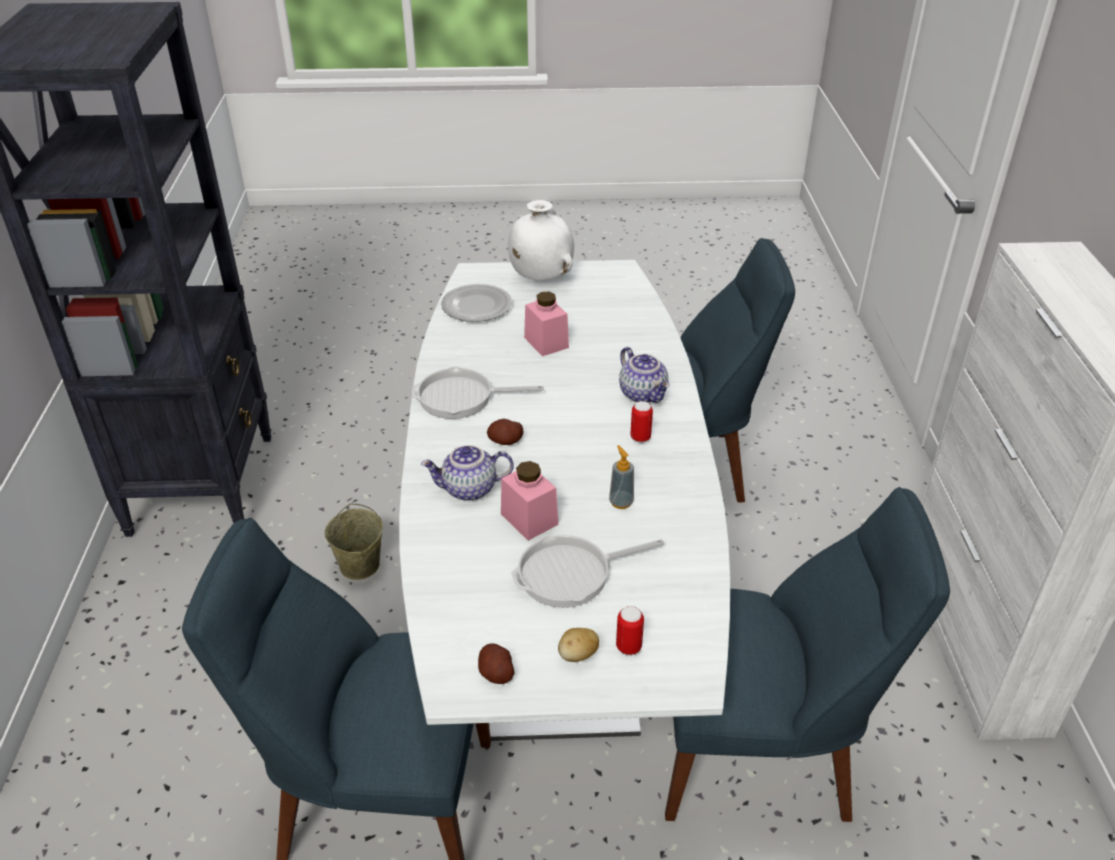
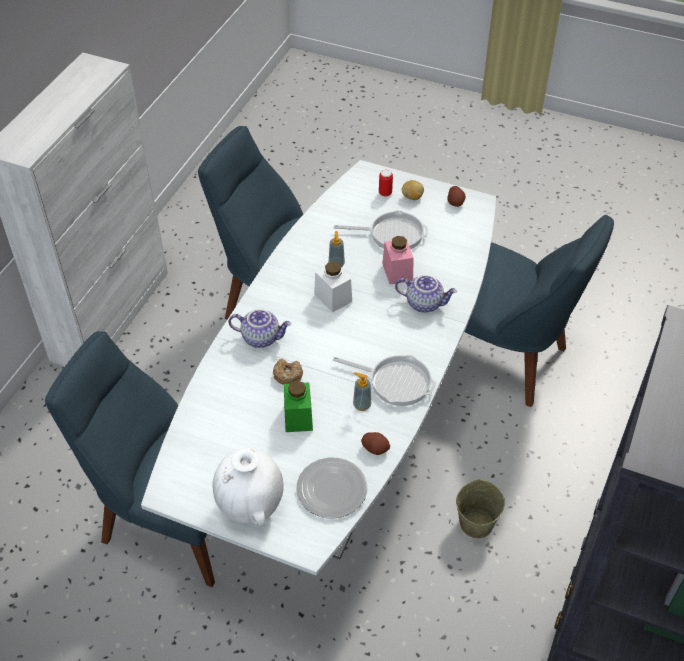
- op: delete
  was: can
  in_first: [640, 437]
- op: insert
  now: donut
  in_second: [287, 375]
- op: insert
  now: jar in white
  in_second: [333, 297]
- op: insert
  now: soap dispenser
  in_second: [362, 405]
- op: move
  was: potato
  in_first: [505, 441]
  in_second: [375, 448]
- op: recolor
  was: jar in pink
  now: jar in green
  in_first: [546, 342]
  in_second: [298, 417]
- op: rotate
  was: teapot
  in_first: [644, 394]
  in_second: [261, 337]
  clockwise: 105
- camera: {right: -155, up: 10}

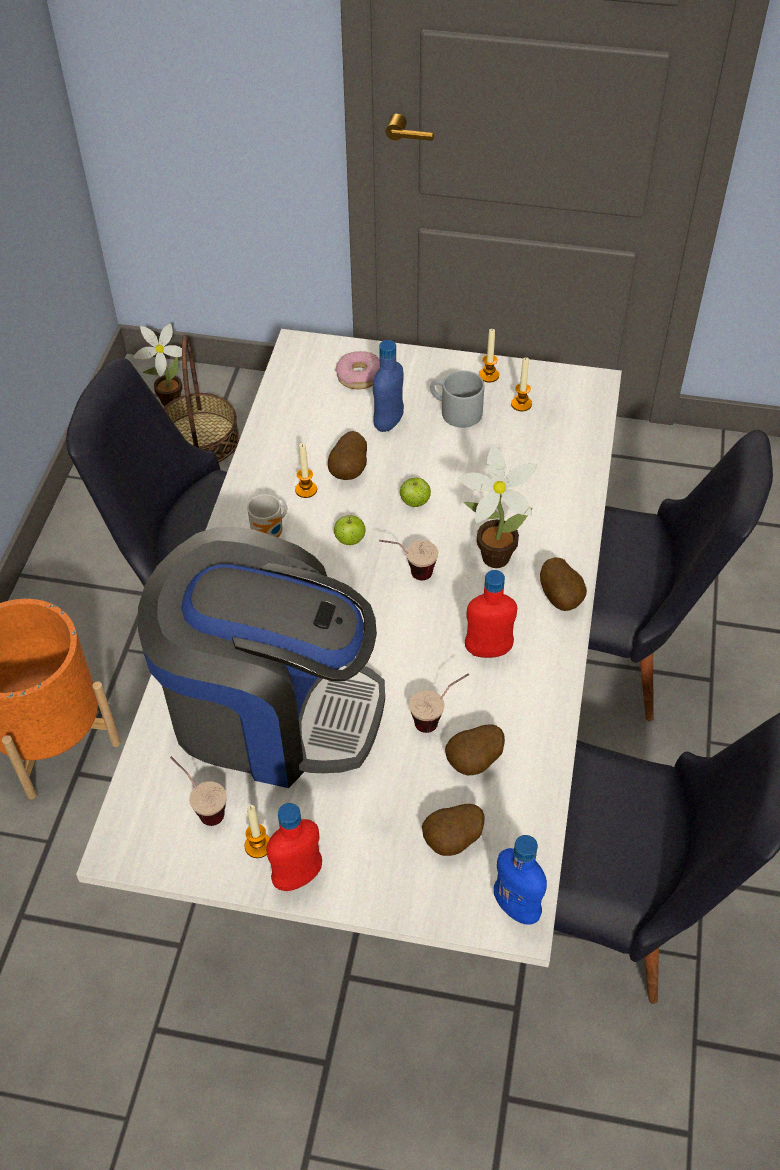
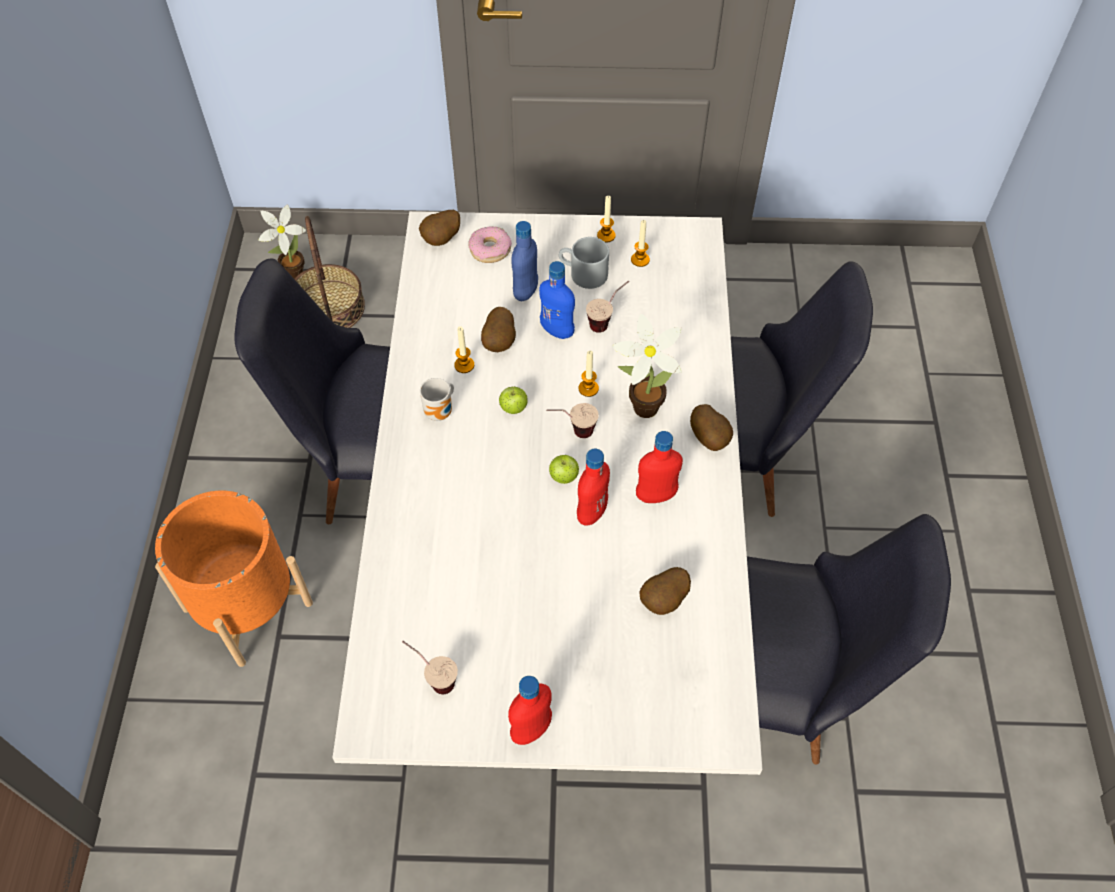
- op: delete
  was: coffee machine
  in_first: [270, 709]
- op: insert
  now: bottle in red
  in_second: [592, 512]
- op: move
  was: candle
  in_first: [258, 846]
  in_second: [588, 388]
- op: move
  was: apple
  in_first: [415, 502]
  in_second: [564, 477]
- op: move
  was: cup
  in_first: [439, 718]
  in_second: [607, 321]
- op: move
  was: potato
  in_first: [453, 842]
  in_second: [442, 240]
- op: move
  was: bottle in blue
  in_first: [516, 907]
  in_second: [557, 330]
- camera: {right: -10, up: 5}

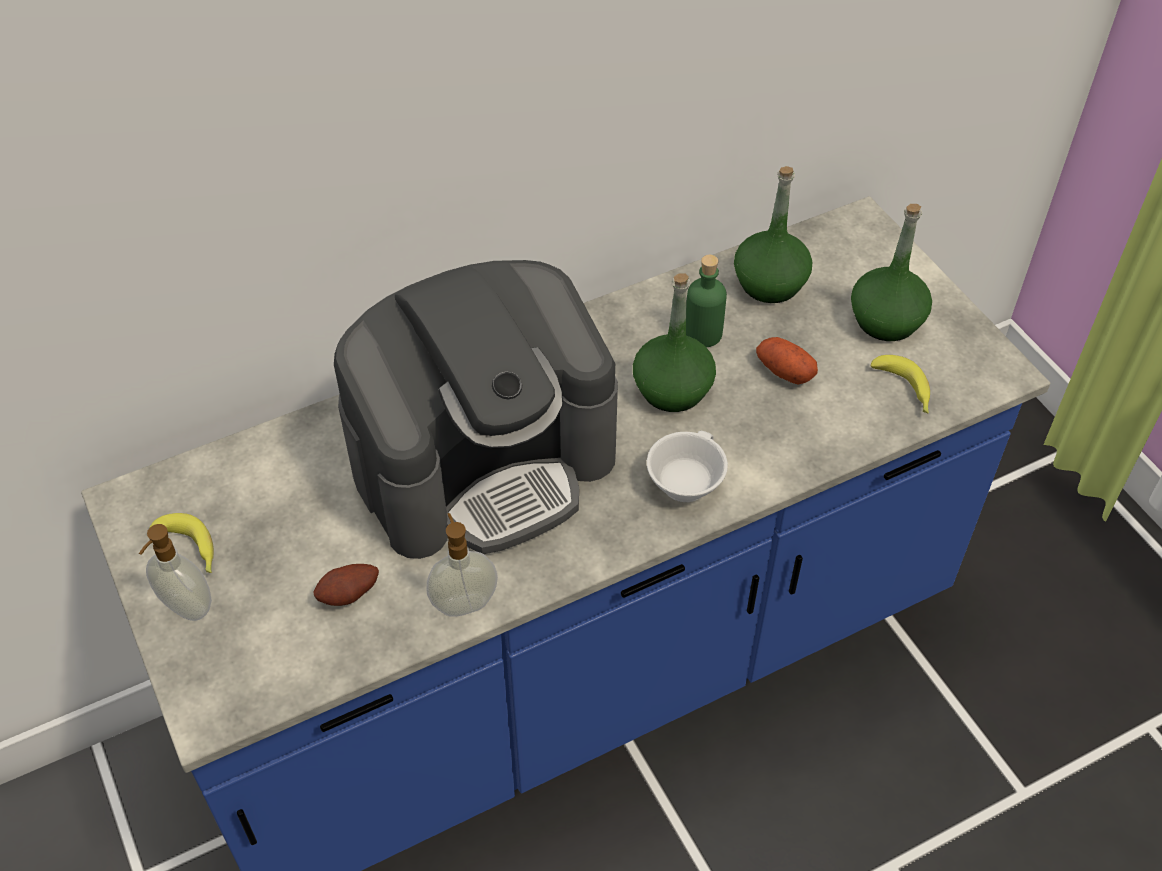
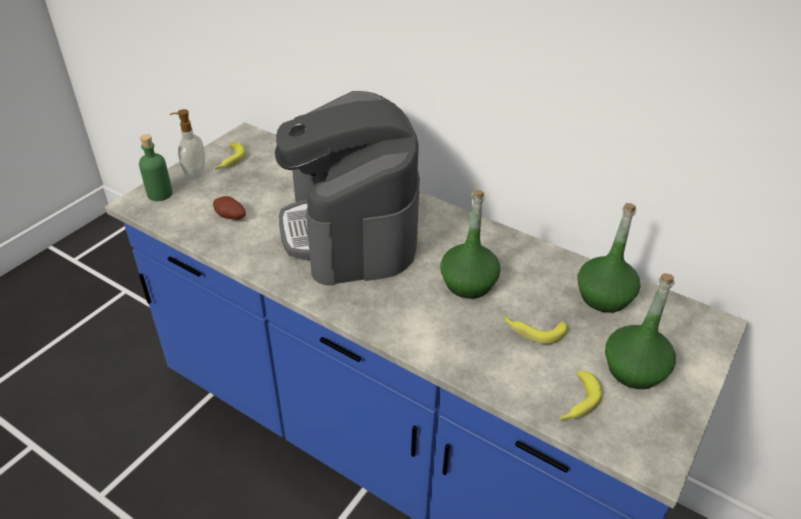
- op: delete
  was: soap dispenser
  in_first: [464, 602]
- op: delete
  was: cup in white
  in_first: [683, 480]
- op: move
  was: bottle in green
  in_first: [703, 334]
  in_second: [160, 194]
- op: replace
  was: potato
  now: banana
  in_first: [784, 371]
  in_second: [532, 331]
- op: rotate
  was: coffee machine
  in_first: [484, 461]
  in_second: [350, 229]
  clockwise: 45
- camera: {right: 60, up: -10}

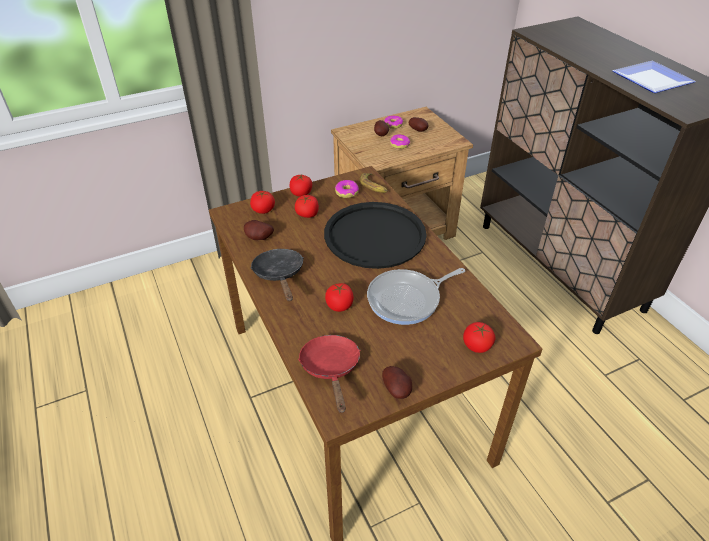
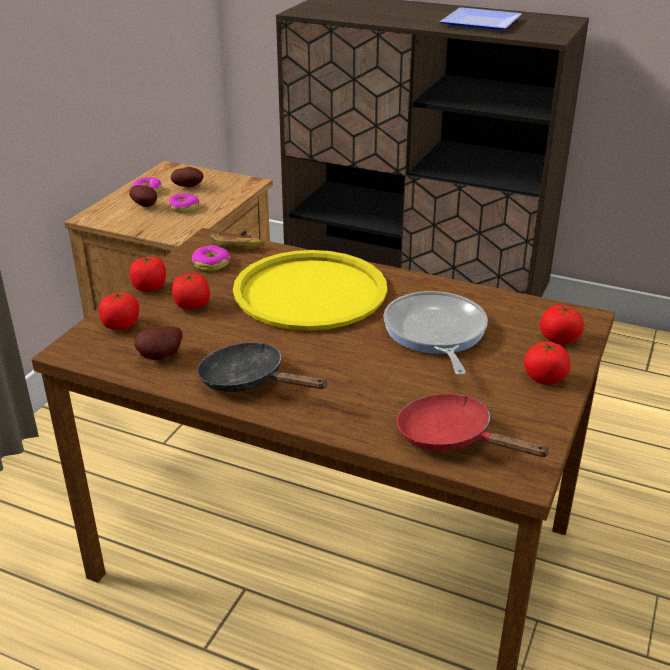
- op: delete
  was: potato
  in_first: [397, 390]
- op: move
  was: tomato
  in_first: [339, 305]
  in_second: [545, 378]
- op: recolor
  was: tray in black
  now: tray in yellow
  in_first: [374, 236]
  in_second: [310, 292]
- op: rotate
  was: frying pan
  in_first: [407, 299]
  in_second: [435, 333]
  clockwise: 150
- camera: {right: -40, up: -10}

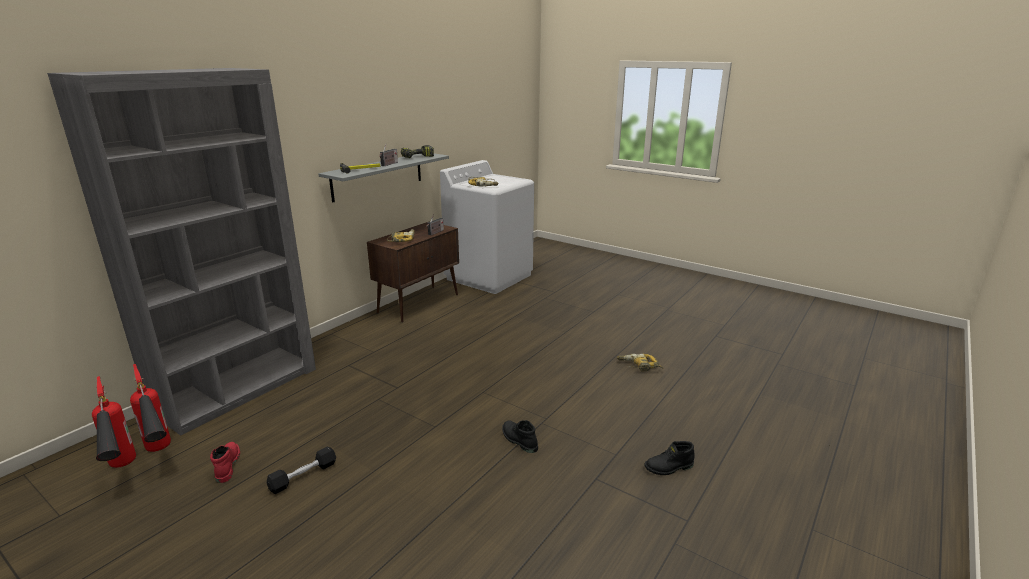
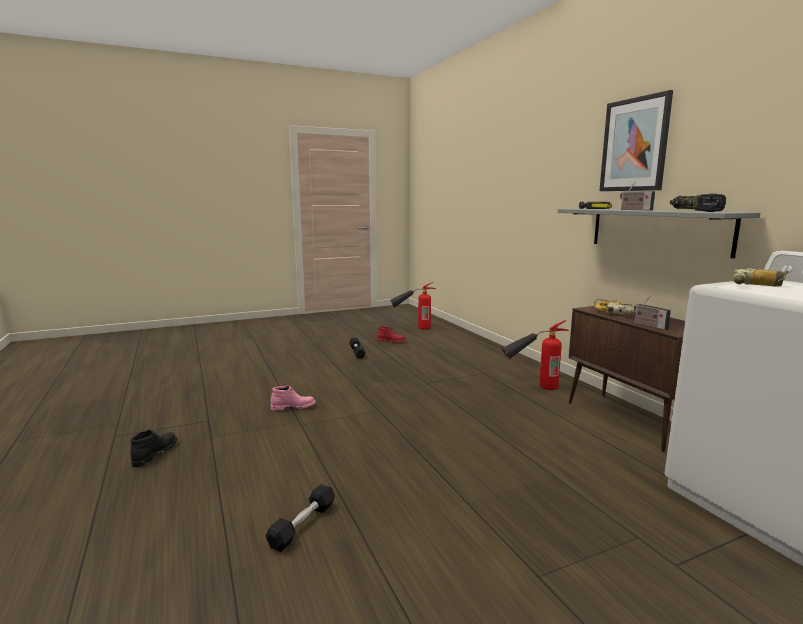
- op: delete
  was: bookcase in grey
  in_first: [238, 389]
- op: insert
  now: picture
  in_second: [634, 145]
- op: move
  was: fire extinguisher
  in_first: [161, 456]
  in_second: [532, 387]
- op: replace
  was: power drill
  now: dumbbell in black
  in_first: [639, 366]
  in_second: [303, 525]
- op: recolor
  was: boot in black
  now: boot in pink
  in_first: [518, 440]
  in_second: [293, 407]
- camera: {right: 120, up: -10}

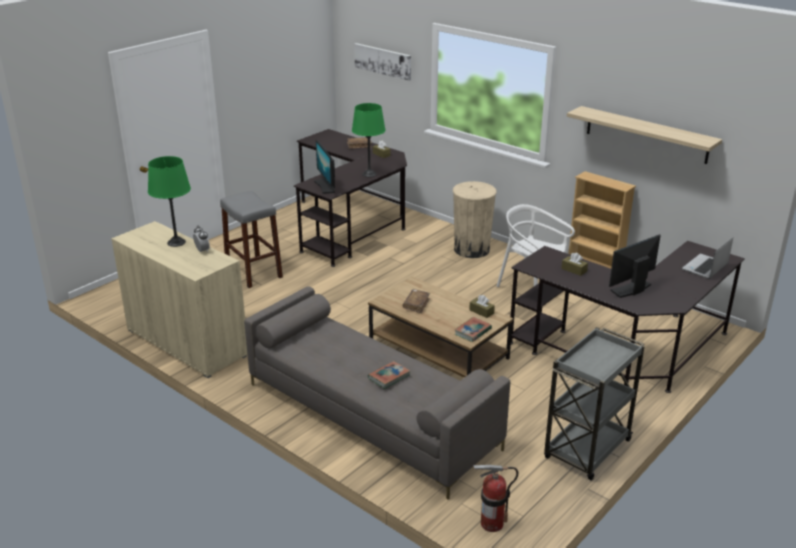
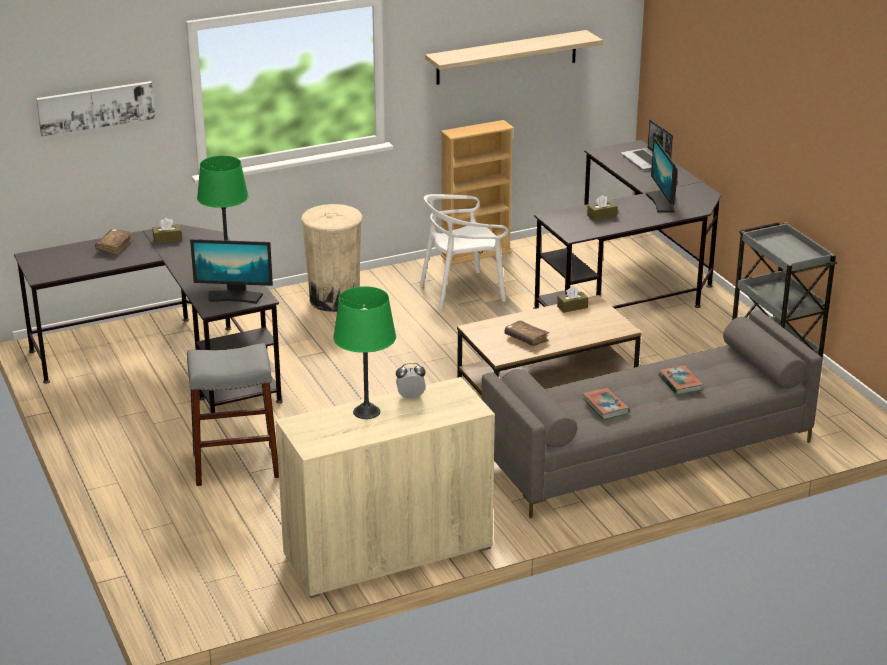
- op: delete
  was: fire extinguisher
  in_first: [492, 523]
- op: move
  was: book
  in_first: [473, 331]
  in_second: [605, 406]
- camera: {right: -65, up: 0}

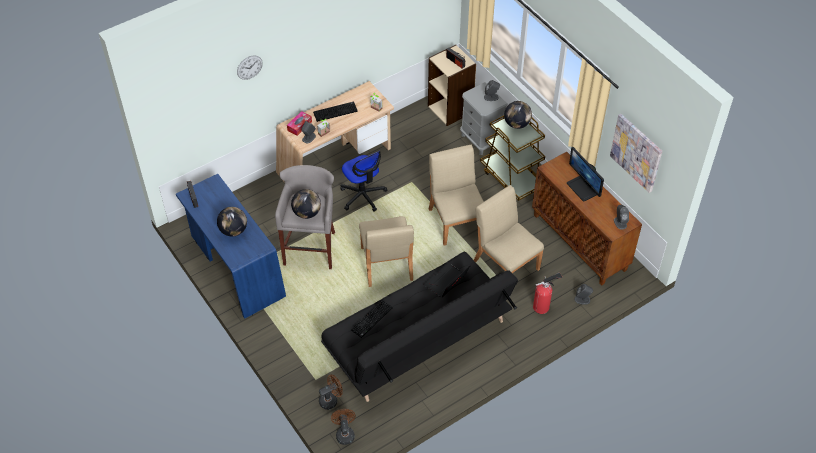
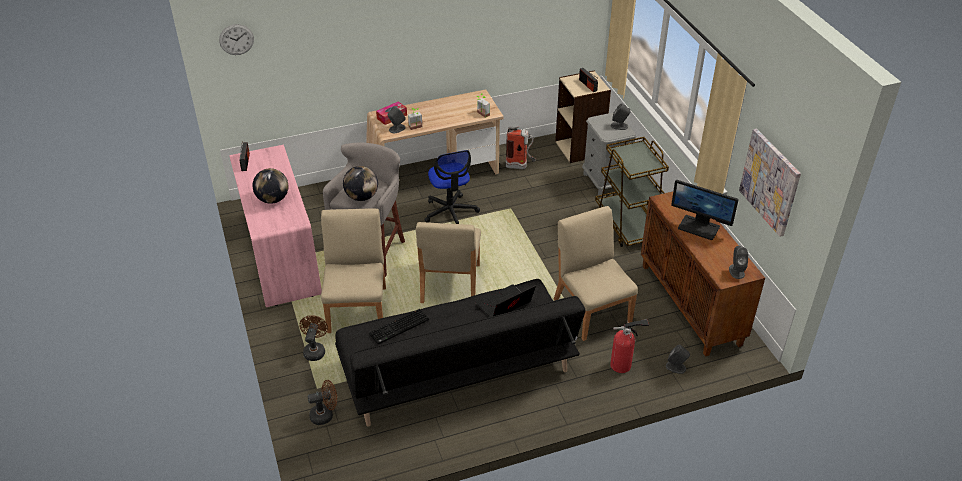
- op: delete
  was: keyboard
  in_first: [335, 111]
- op: delete
  was: globe
  in_first: [517, 124]
- op: insert
  now: fire extinguisher
  in_second: [520, 166]
- op: move
  was: wall clock
  in_first: [249, 67]
  in_second: [236, 39]
- op: move
  was: fan in brown
  in_first: [344, 433]
  in_second: [315, 350]
- op: move
  was: chair in beige
  in_first: [456, 221]
  in_second: [358, 309]
- op: recolor
  was: desk in blue
  now: desk in pink
  in_first: [235, 266]
  in_second: [280, 254]
- op: rotate
  was: monitor
  in_first: [583, 188]
  in_second: [699, 227]
  clockwise: -45
- camera: {right: 15, up: -10}

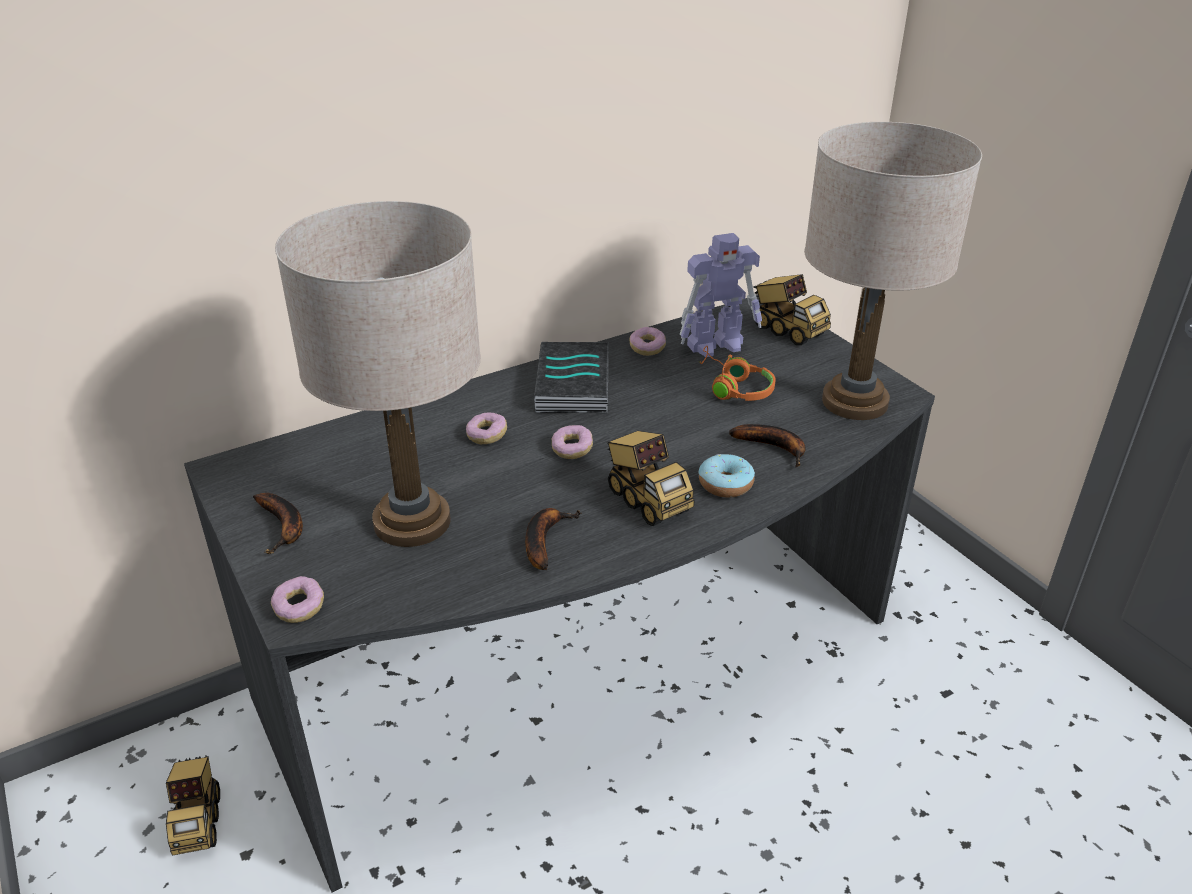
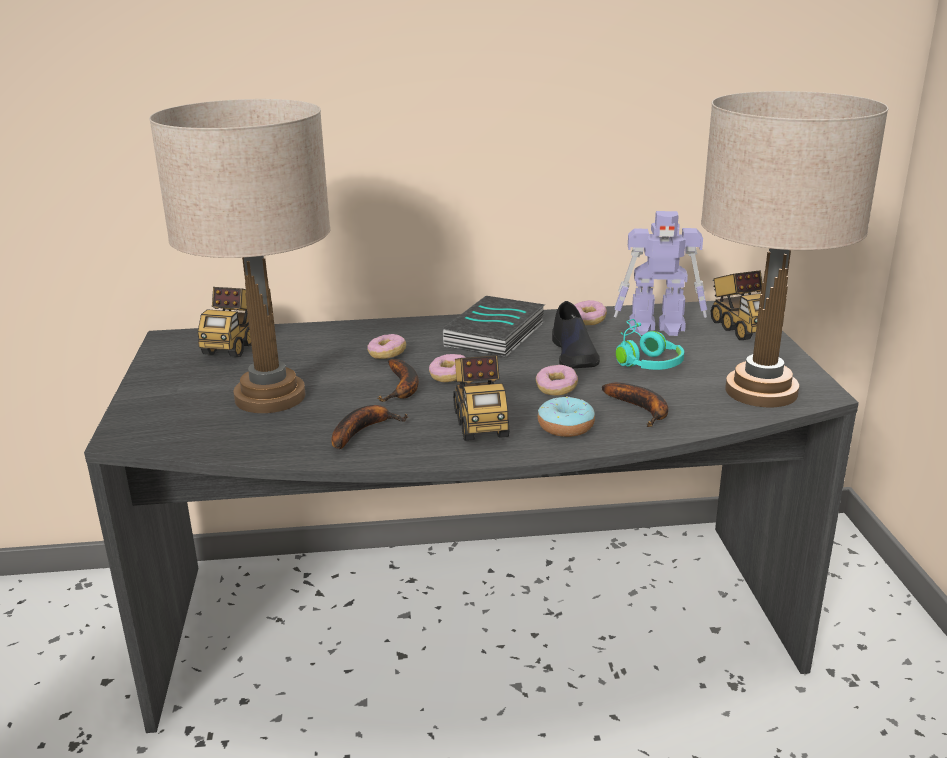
- op: insert
  now: shoe in black
  in_second: [574, 354]
- op: move
  was: toy truck
  in_first: [198, 821]
  in_second: [235, 345]
- op: move
  was: banana
  in_first: [283, 527]
  in_second: [403, 388]
- op: move
  was: donut
  in_first: [299, 608]
  in_second: [556, 388]
- op: recolor
  was: headphones in orange
  now: headphones in turquoise
  in_first: [733, 387]
  in_second: [644, 360]
- camera: {right: 25, up: -10}

